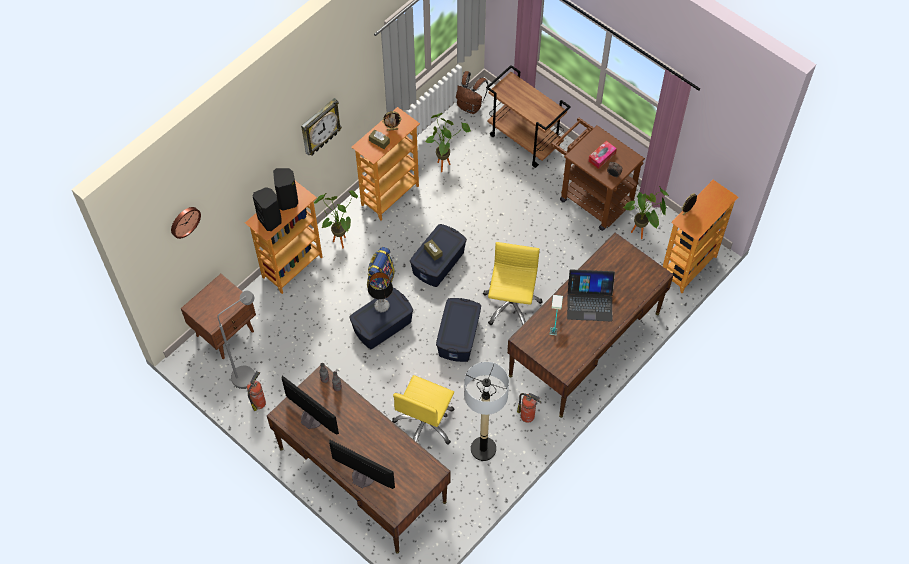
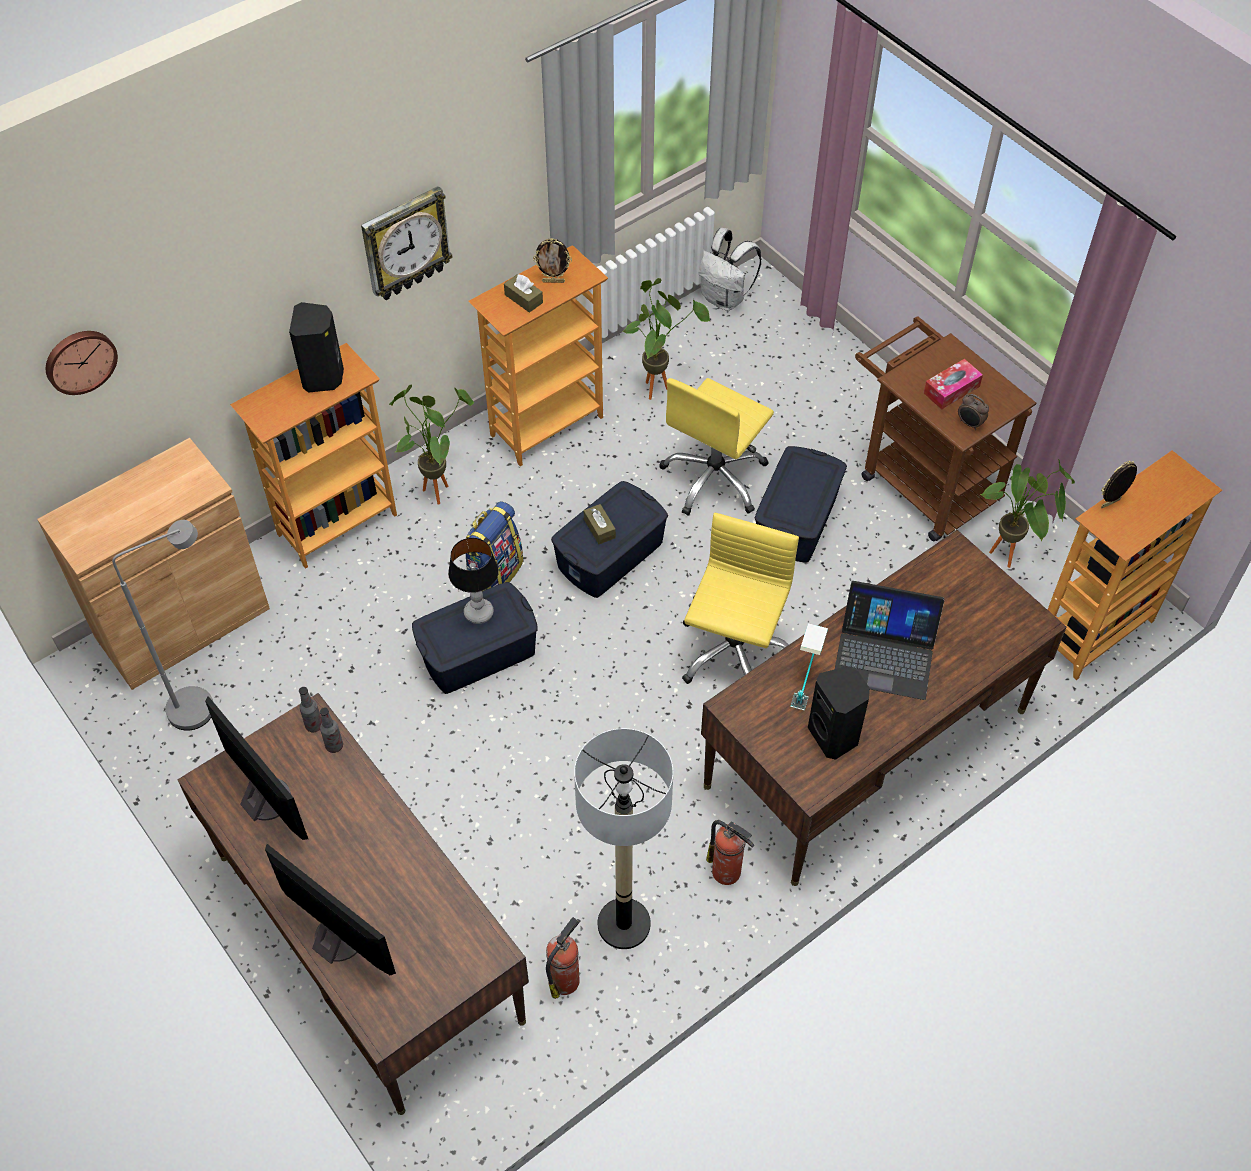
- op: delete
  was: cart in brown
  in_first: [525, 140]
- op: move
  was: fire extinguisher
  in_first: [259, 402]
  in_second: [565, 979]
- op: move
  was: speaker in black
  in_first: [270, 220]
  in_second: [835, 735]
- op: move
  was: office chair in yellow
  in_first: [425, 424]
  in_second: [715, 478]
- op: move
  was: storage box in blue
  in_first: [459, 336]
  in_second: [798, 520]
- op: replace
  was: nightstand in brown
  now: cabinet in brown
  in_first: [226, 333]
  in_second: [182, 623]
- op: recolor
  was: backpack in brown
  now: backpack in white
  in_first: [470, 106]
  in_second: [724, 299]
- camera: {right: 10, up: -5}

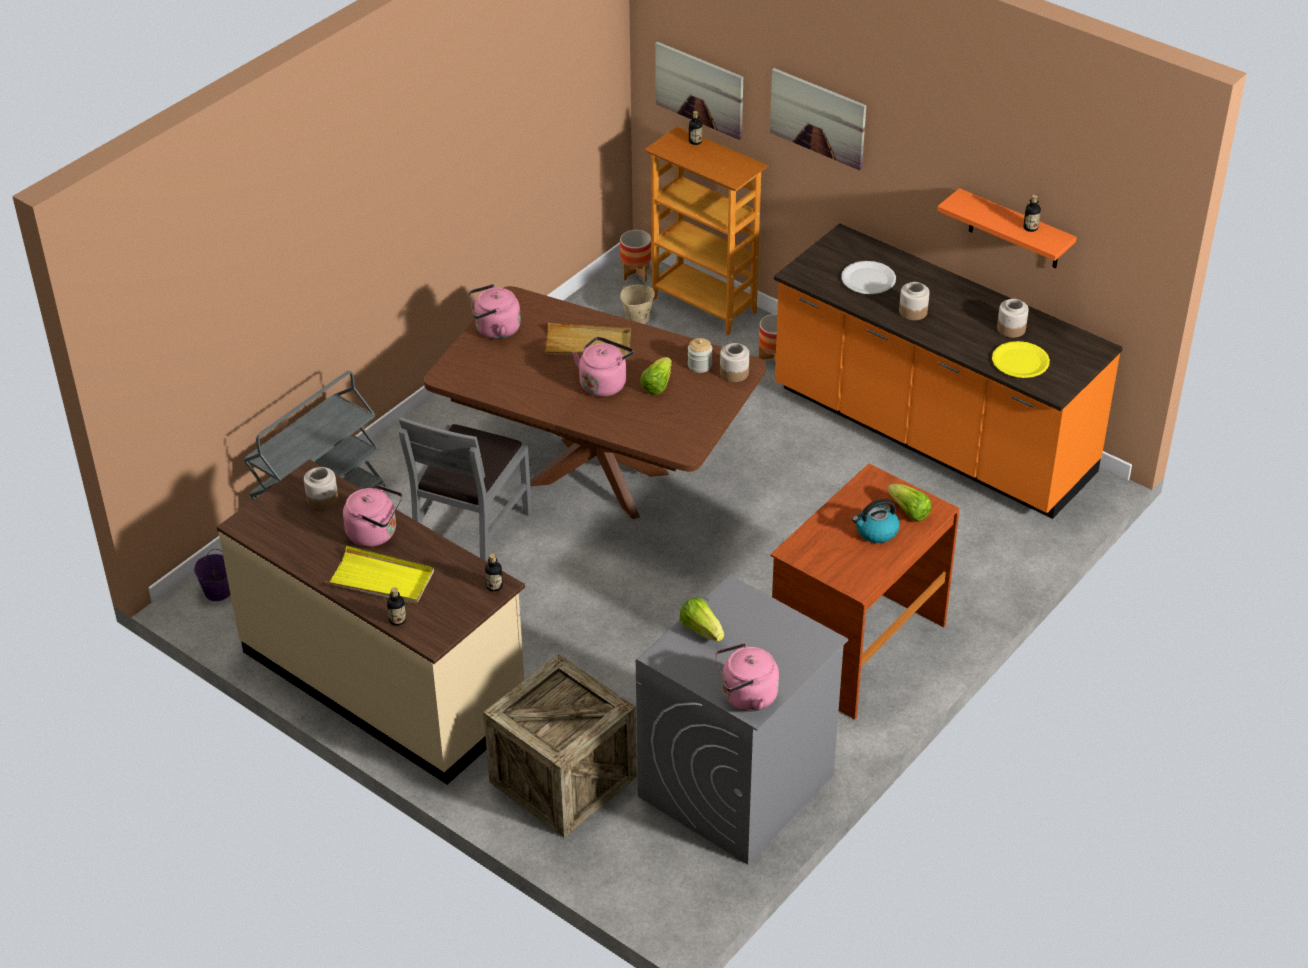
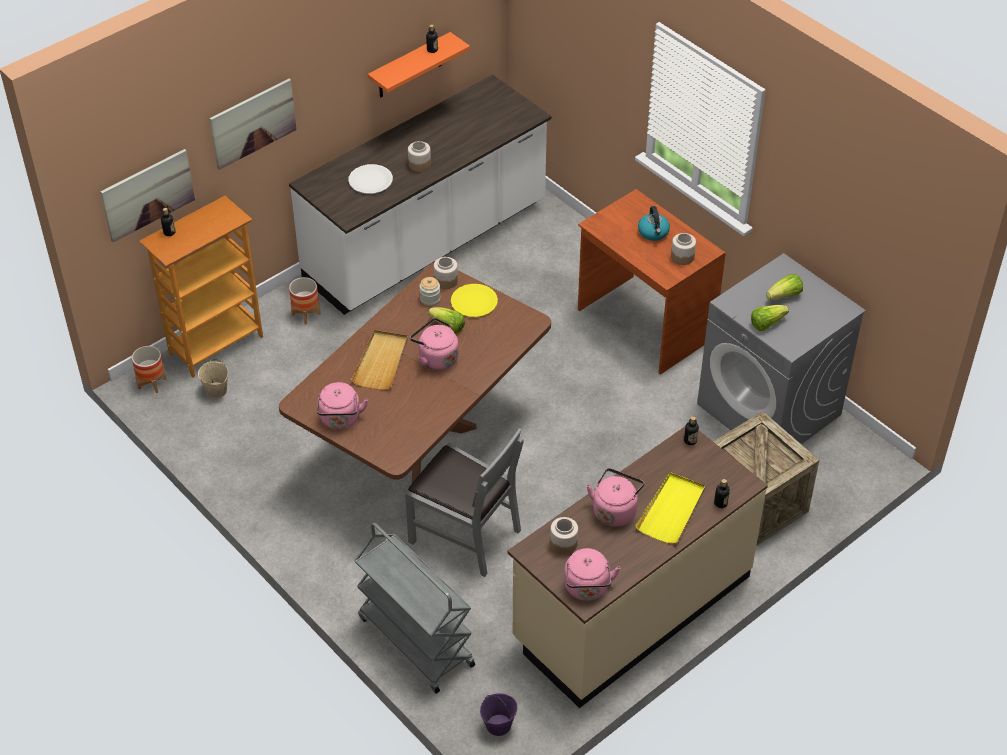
- op: move
  was: kettle in pink
  in_first: [746, 697]
  in_second: [587, 589]
- op: move
  was: lettuce
  in_first: [908, 511]
  in_second: [785, 296]
- op: move
  was: plate in yellow
  in_first: [1020, 361]
  in_second: [474, 301]
- op: move
  was: jar
  in_first: [1011, 329]
  in_second: [682, 256]
- op: recolor
  was: counter in orange
  now: counter in white
  in_first: [931, 434]
  in_second: [427, 243]
- camera: {right: -80, up: 5}

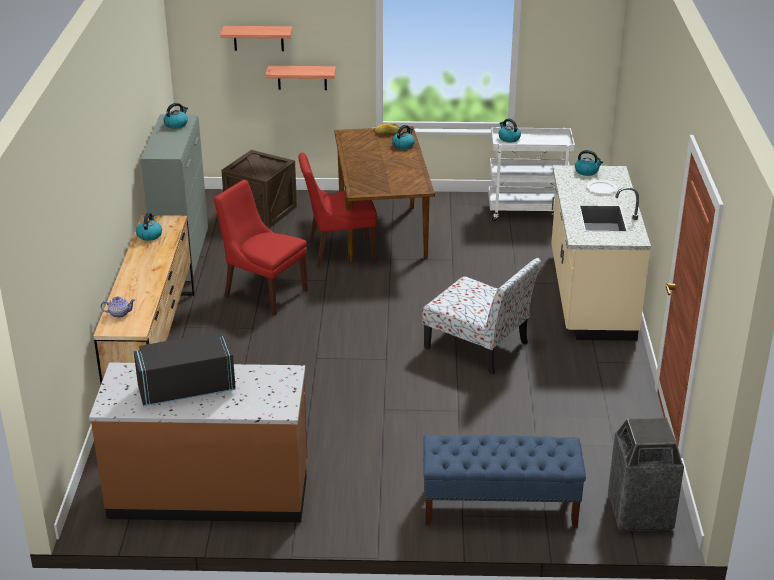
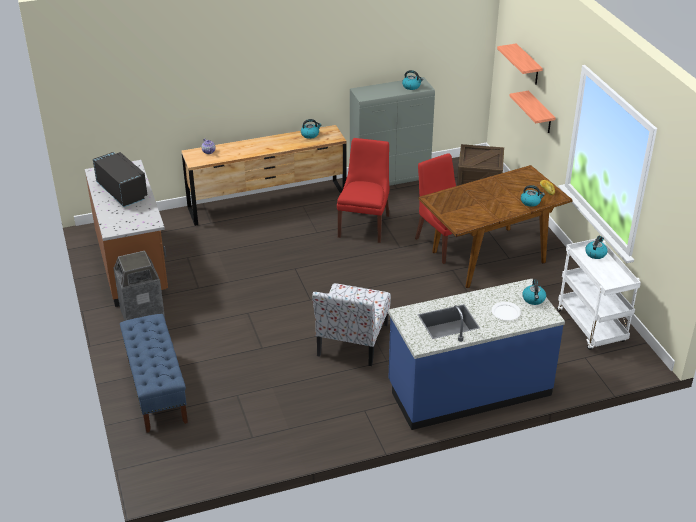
- op: move
  was: trash can
  in_first: [639, 512]
  in_second: [142, 316]
- op: recolor
  was: counter in beige
  now: counter in blue
  in_first: [589, 295]
  in_second: [469, 389]
- camera: {right: 70, up: 5}

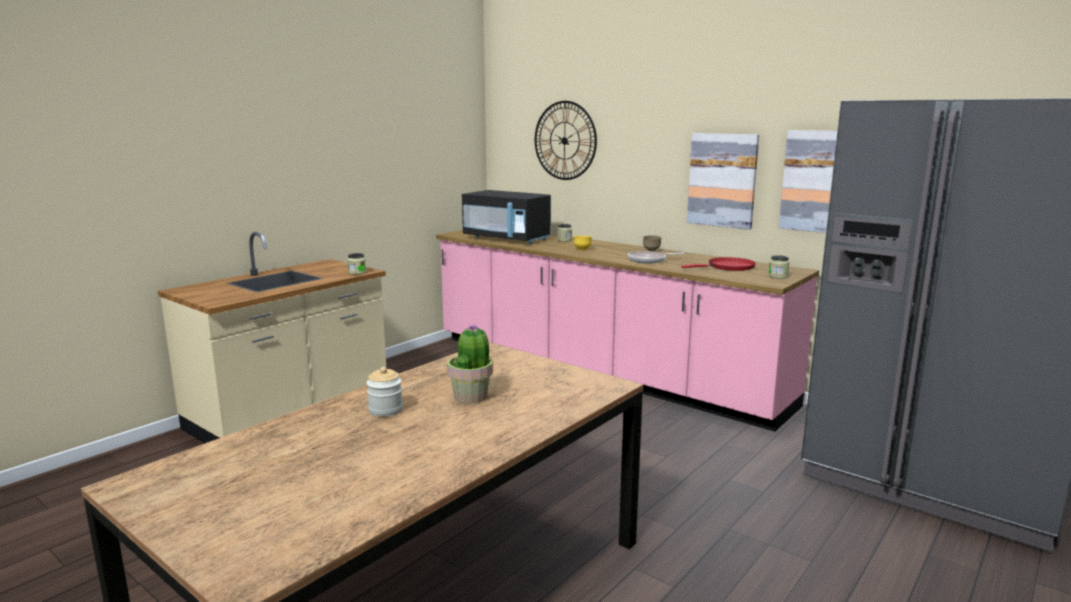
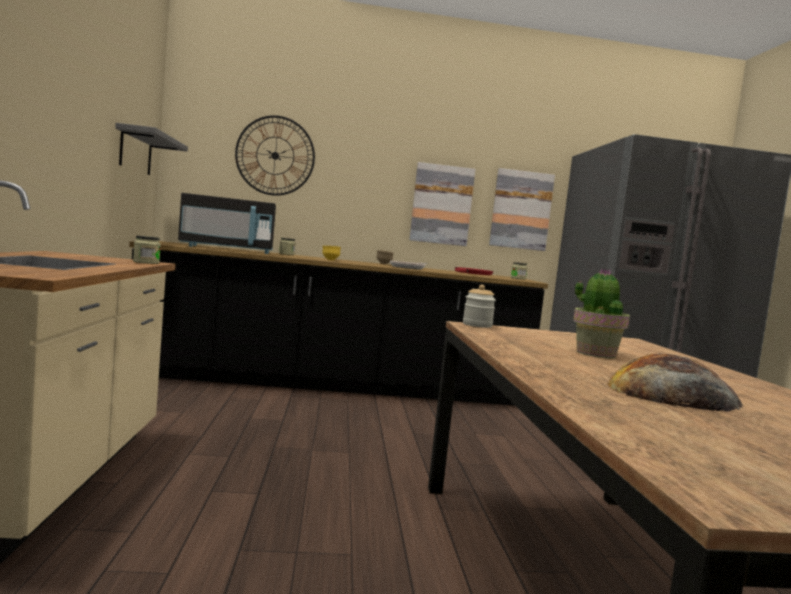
- op: insert
  now: shelf in grey
  in_second: [136, 152]
- op: insert
  now: bread
  in_second: [671, 394]
- op: move
  was: jar
  in_first: [385, 410]
  in_second: [477, 325]
- op: recolor
  was: counter in pink
  now: counter in black
  in_first: [600, 370]
  in_second: [334, 384]
- camera: {right: -45, up: -10}

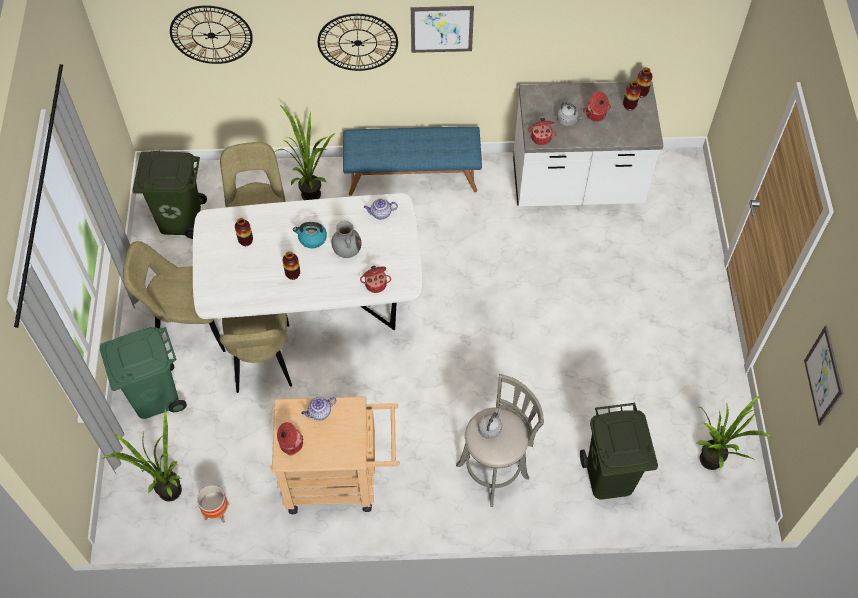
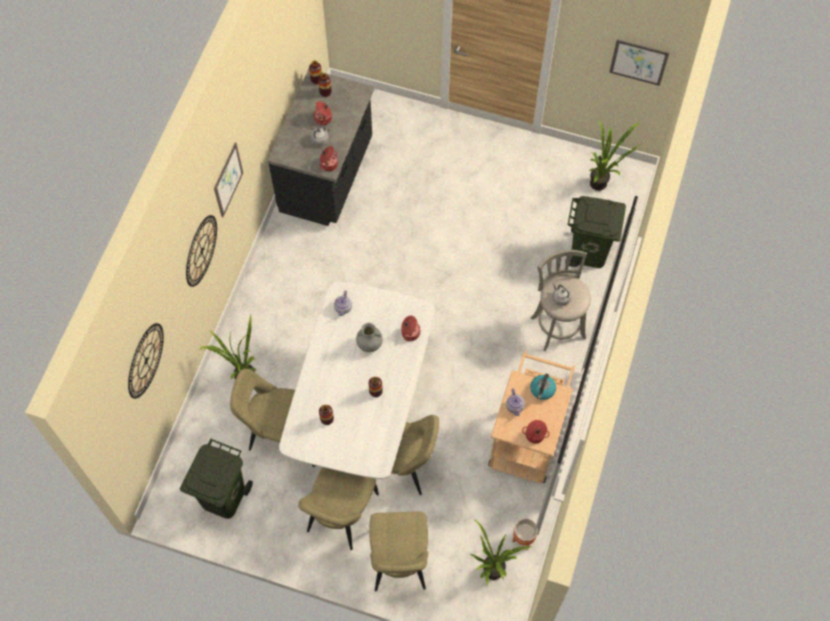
- op: delete
  was: bench in blue
  in_first: [412, 176]
- op: move
  was: kettle
  in_first: [312, 238]
  in_second: [542, 390]
- op: replace
  was: trash can in green
  now: chair in beige
  in_first: [155, 396]
  in_second: [399, 562]
- op: recolor
  was: counter in white
  now: counter in black
  in_first: [577, 185]
  in_second: [328, 176]
- camera: {right: -70, up: 5}

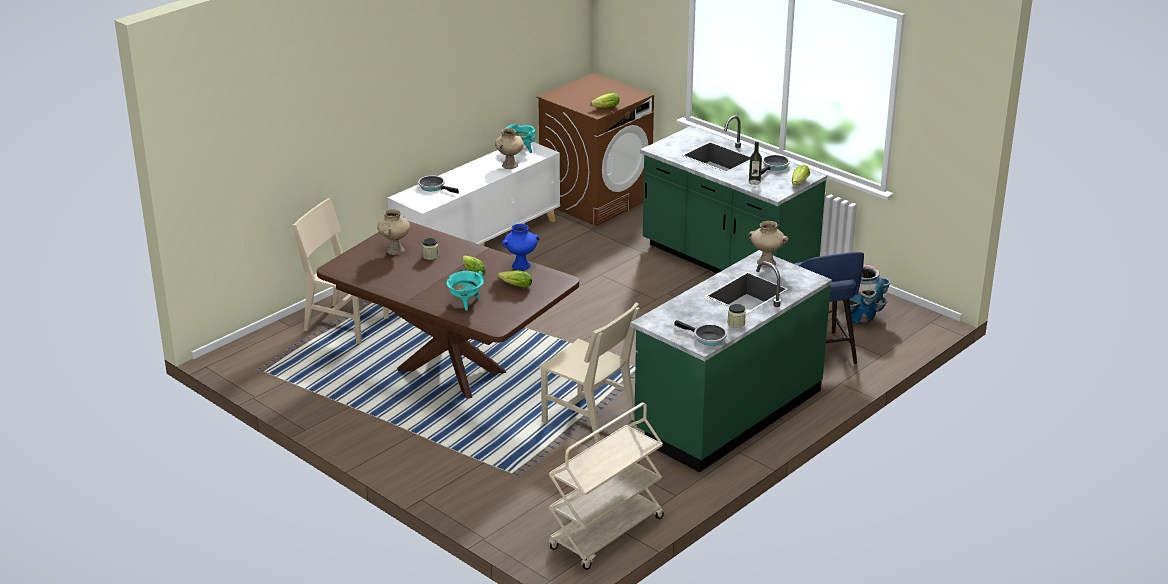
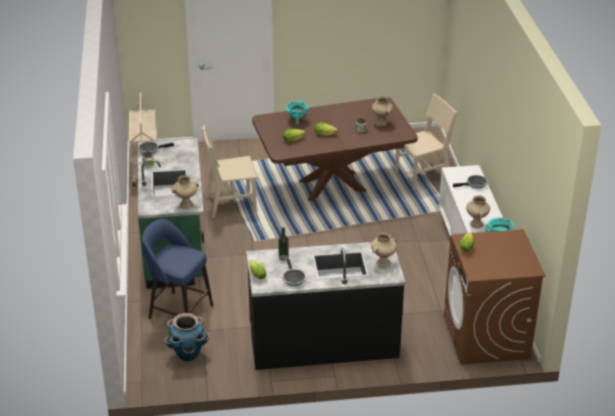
- op: delete
  was: vase in blue
  in_first: [521, 265]
- op: insert
  now: vase in beige
  in_second: [383, 263]
- op: recolor
  was: counter in green
  now: counter in black
  in_first: [727, 263]
  in_second: [323, 342]
- camera: {right: 130, up: 5}

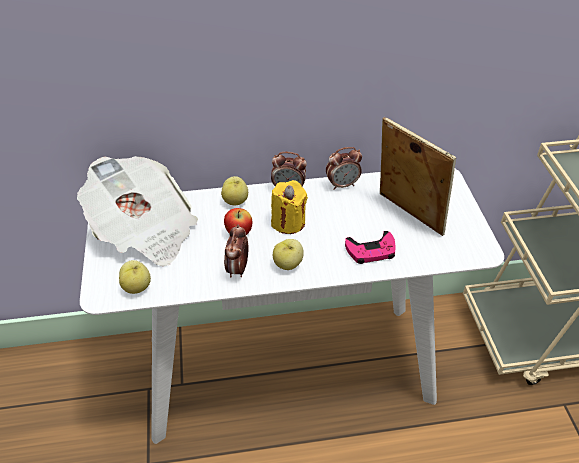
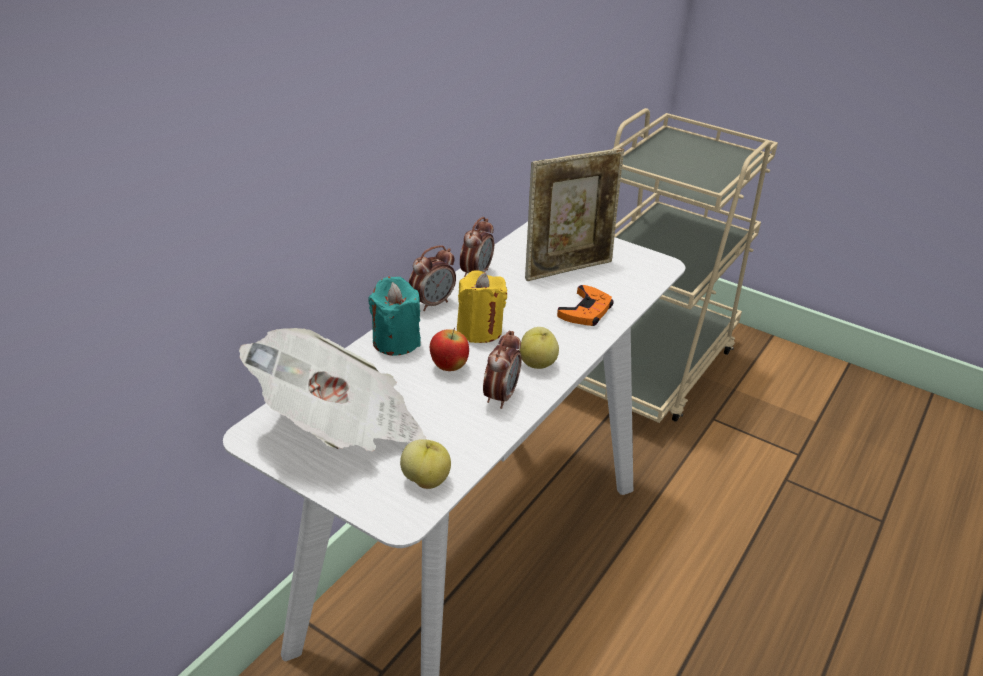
- op: replace
  was: apple
  now: candle in turquoise
  in_first: [236, 201]
  in_second: [395, 342]
- op: recolor
  was: game controller in pink
  now: game controller in orange
  in_first: [371, 251]
  in_second: [586, 311]
- op: rotate
  was: alarm clock
  in_first: [238, 269]
  in_second: [500, 396]
  clockwise: -120
- op: rotate
  was: picture frame
  in_first: [407, 215]
  in_second: [567, 268]
  clockwise: 150
- camera: {right: -50, up: -10}

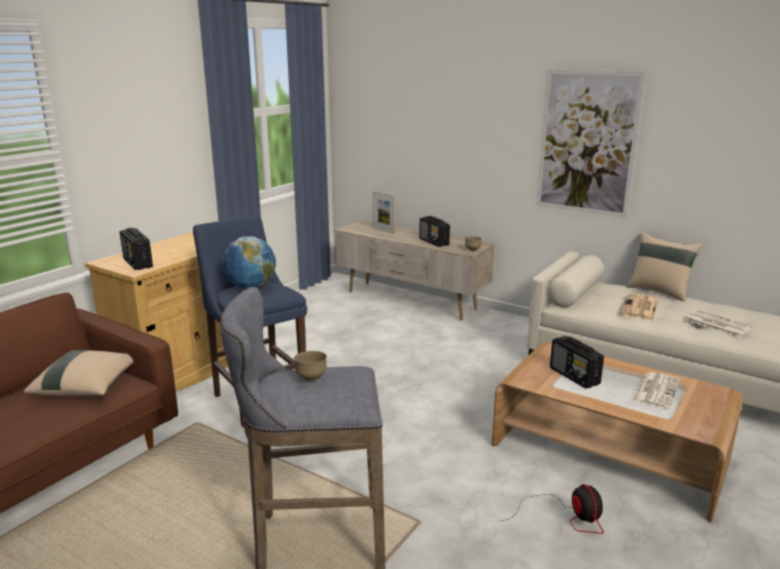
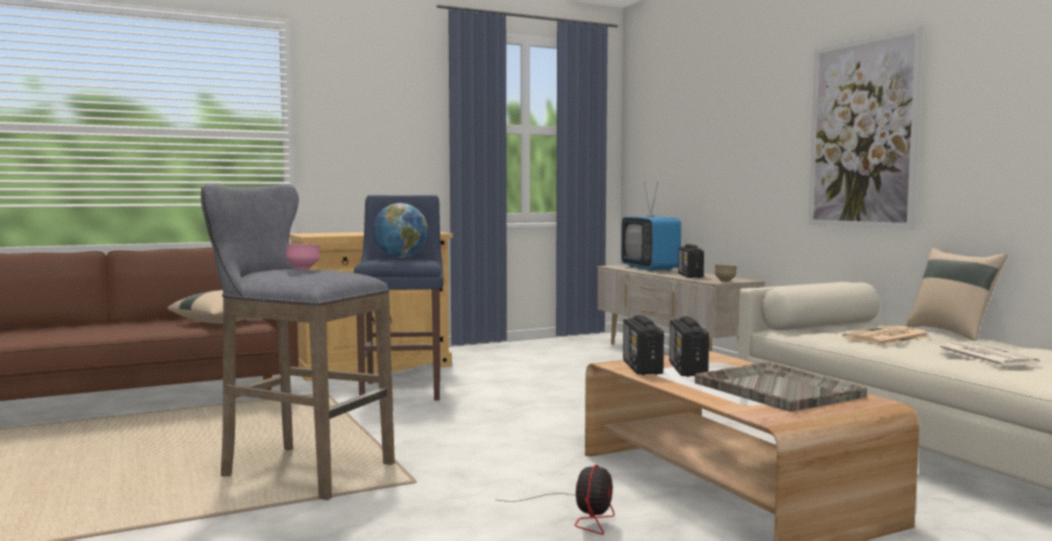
- op: move
  was: radio
  in_first: [138, 263]
  in_second: [642, 368]
- op: replace
  was: picture frame
  now: television
  in_first: [383, 230]
  in_second: [650, 268]
- op: replace
  was: newspaper
  now: tray in grey
  in_first: [655, 391]
  in_second: [776, 389]
- op: recolor
  was: bowl in brown
  now: bowl in pink
  in_first: [311, 378]
  in_second: [303, 269]
- camera: {right: 30, up: -15}

